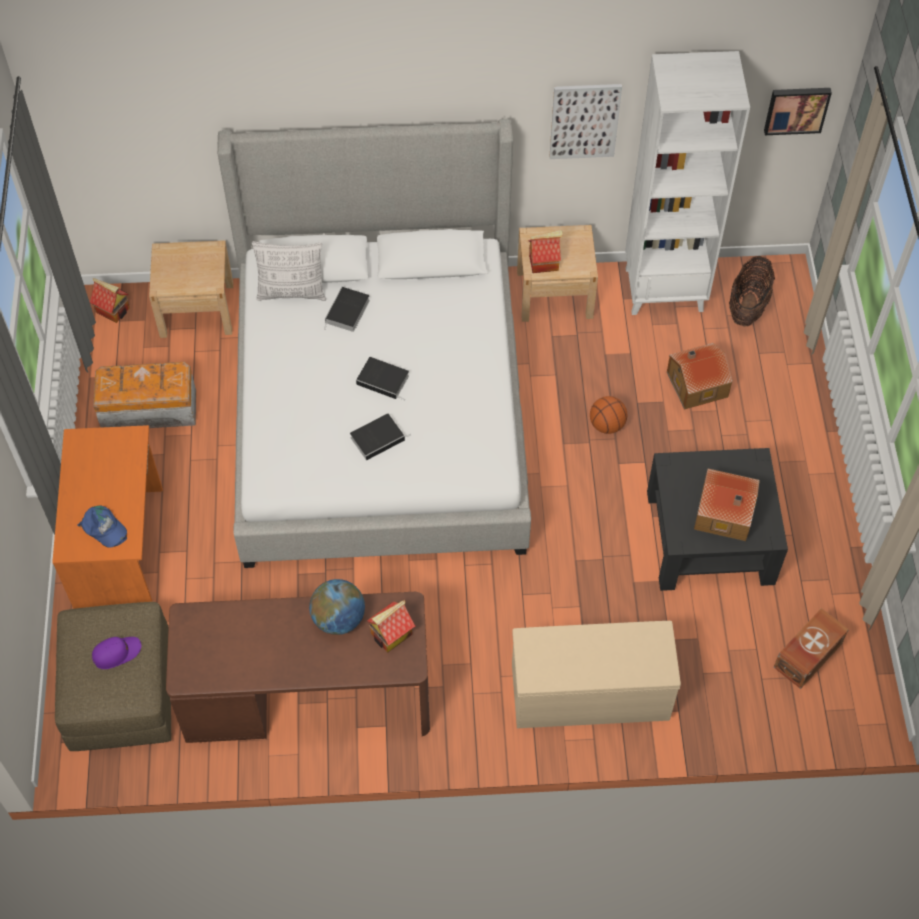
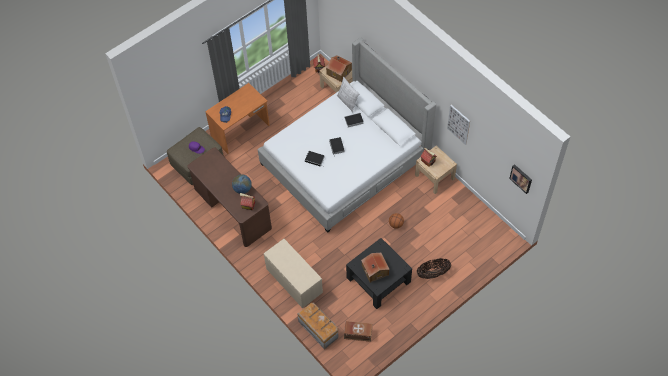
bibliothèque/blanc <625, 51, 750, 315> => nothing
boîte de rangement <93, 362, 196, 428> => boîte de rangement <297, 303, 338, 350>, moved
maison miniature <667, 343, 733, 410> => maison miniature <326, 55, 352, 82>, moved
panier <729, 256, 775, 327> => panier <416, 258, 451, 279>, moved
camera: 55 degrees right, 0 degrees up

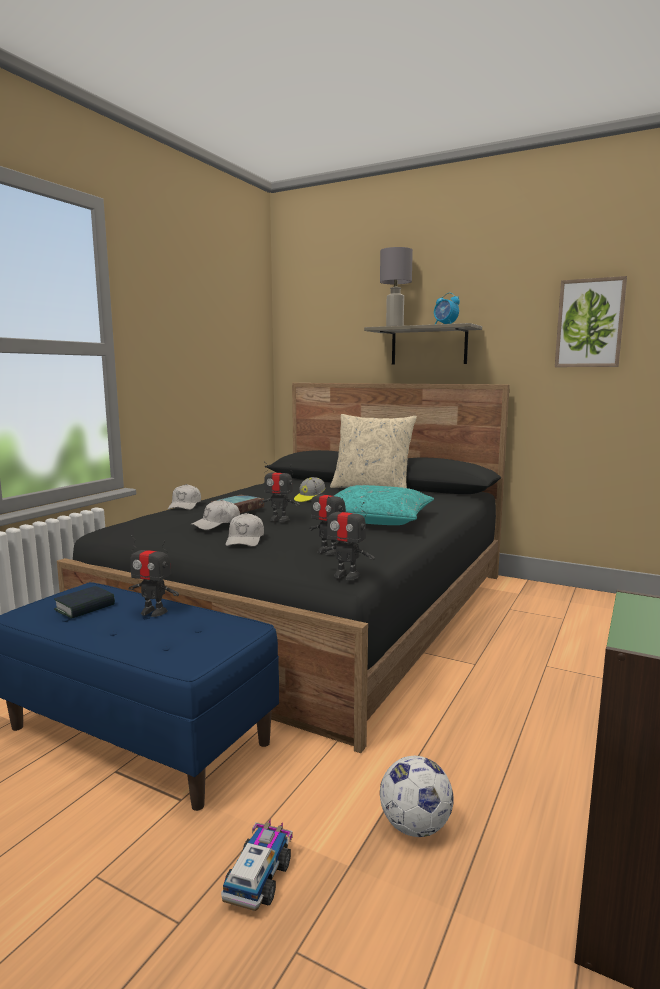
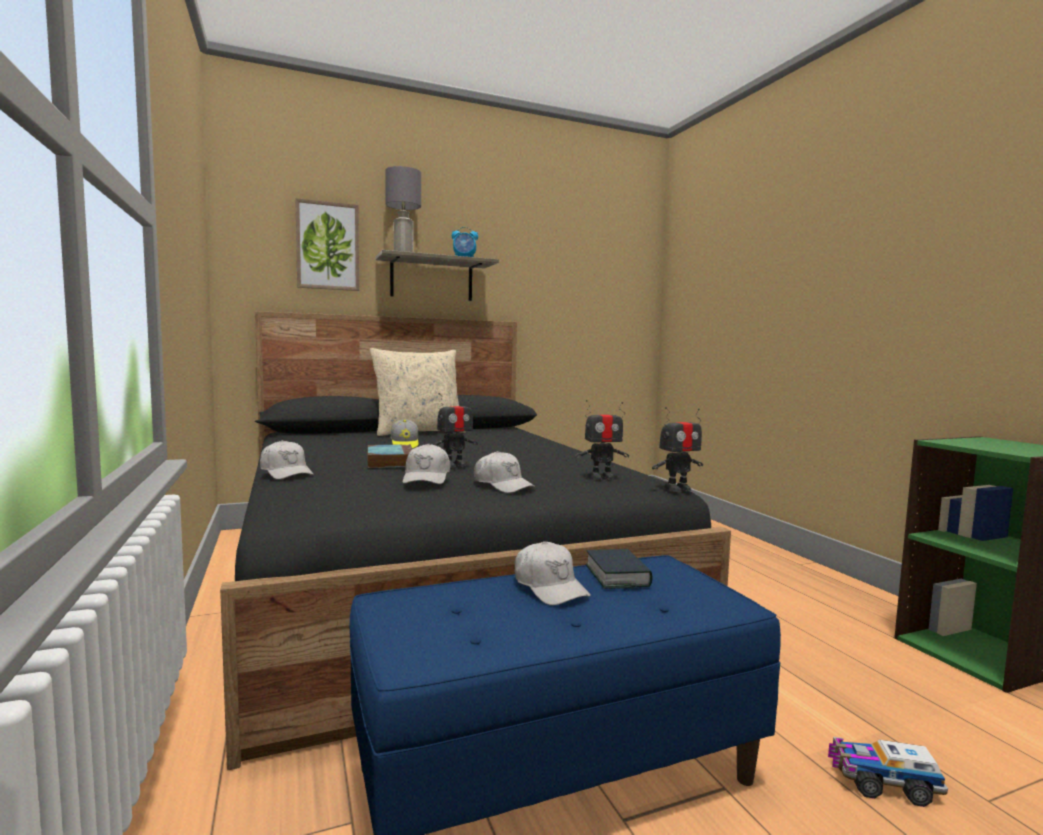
coussin/turquoise <334, 485, 434, 525> => nothing
ballon de foot <380, 756, 454, 837> => nothing
livre <54, 586, 115, 619> => livre <586, 549, 653, 589>, moved
tableau <555, 276, 627, 367> => tableau <295, 198, 359, 291>, moved
robot jouet <128, 535, 179, 617> => casquette/blanc <515, 541, 591, 606>
camion jouet <221, 819, 293, 911> => camion jouet <828, 737, 948, 807>, 45 degrees counterclockwise
camera: 50 degrees left, 5 degrees down

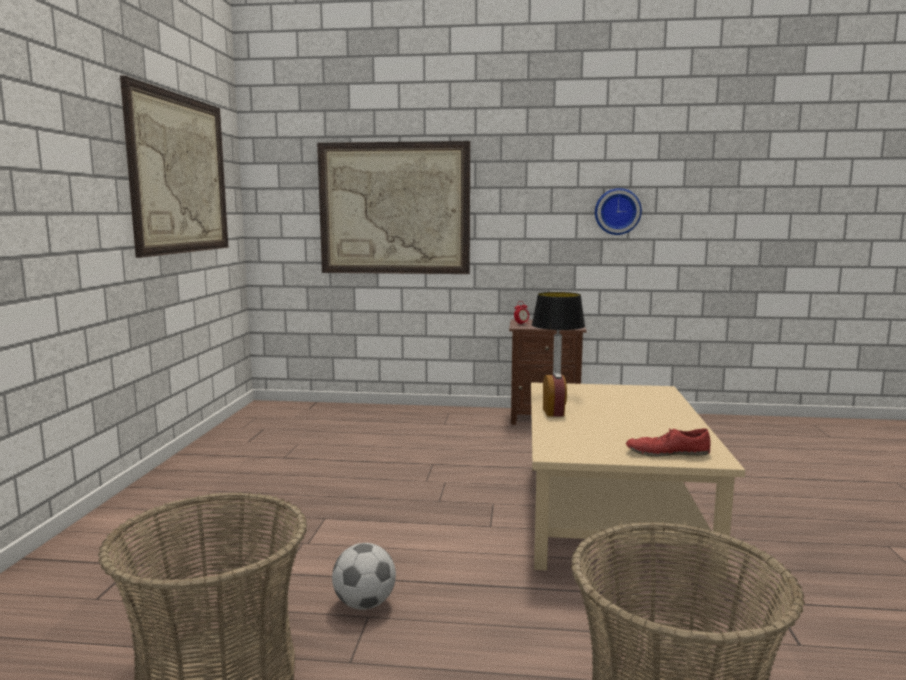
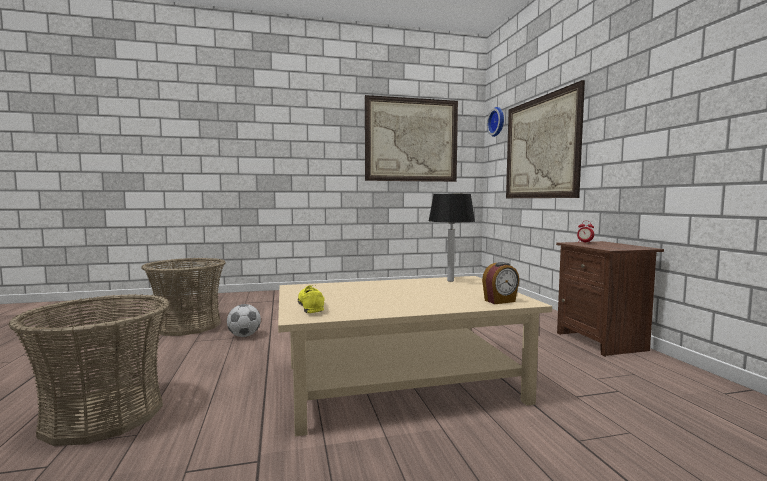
réveil <543, 373, 567, 417> => réveil <482, 262, 519, 304>, moved
horloge murale <595, 188, 642, 235> => horloge murale <487, 107, 504, 137>, moved
chaussure/rouge <626, 428, 711, 457> => chaussure/jaune <298, 285, 325, 313>
camera: 70 degrees right, 5 degrees down

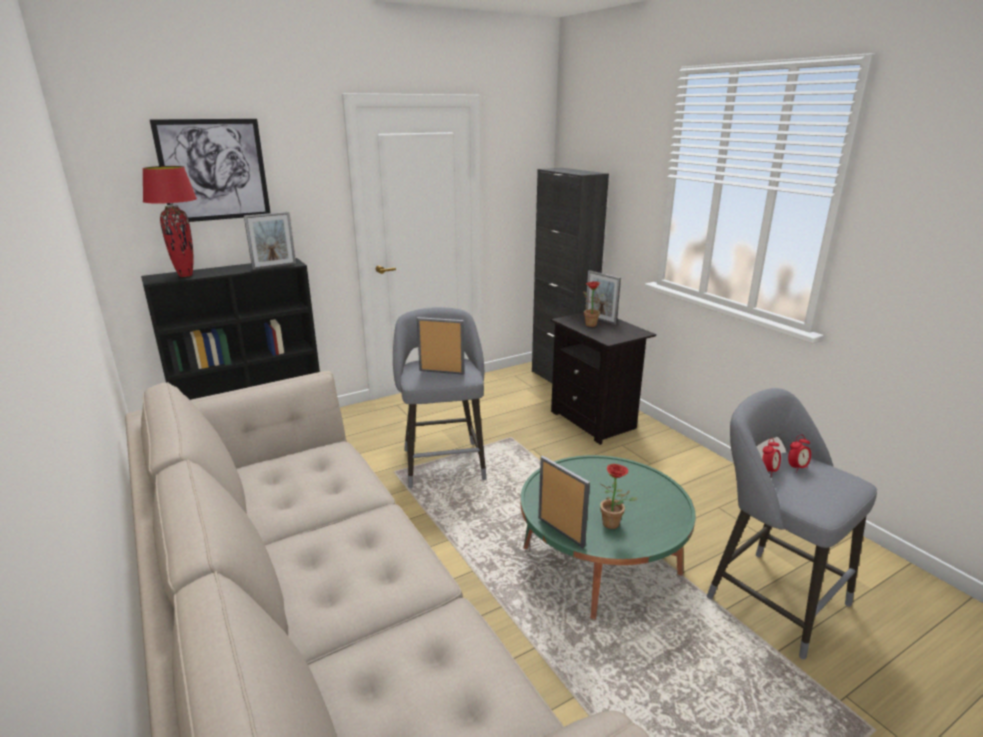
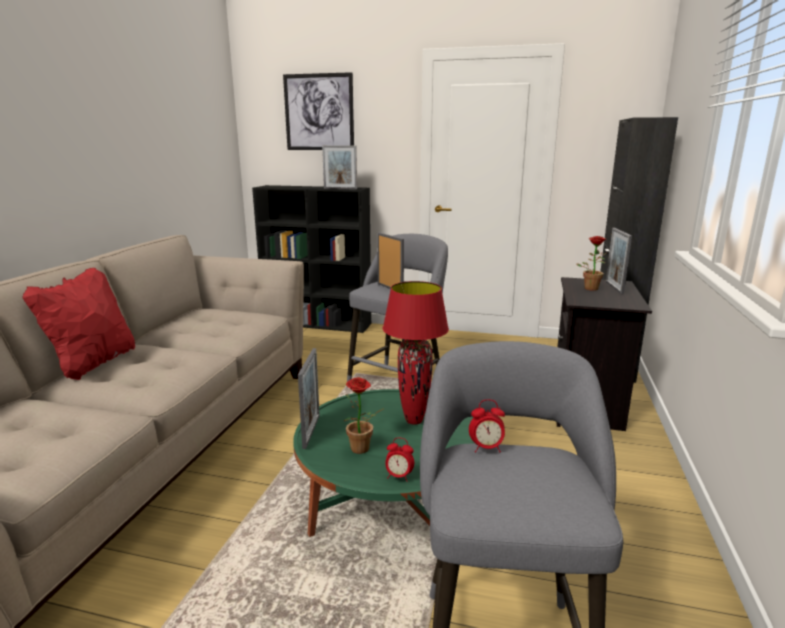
nothing => coussin/rouge <22, 268, 135, 380>
lampe de table/rouge <142, 166, 197, 277> => lampe de table/rouge <383, 281, 449, 425>, moved
réveil <788, 435, 811, 473> => réveil <385, 438, 414, 482>, moved
camera: 45 degrees right, 5 degrees down

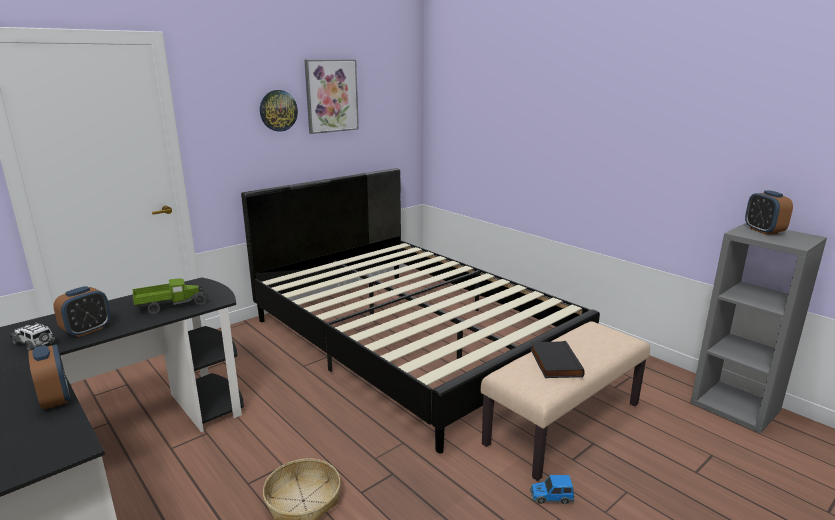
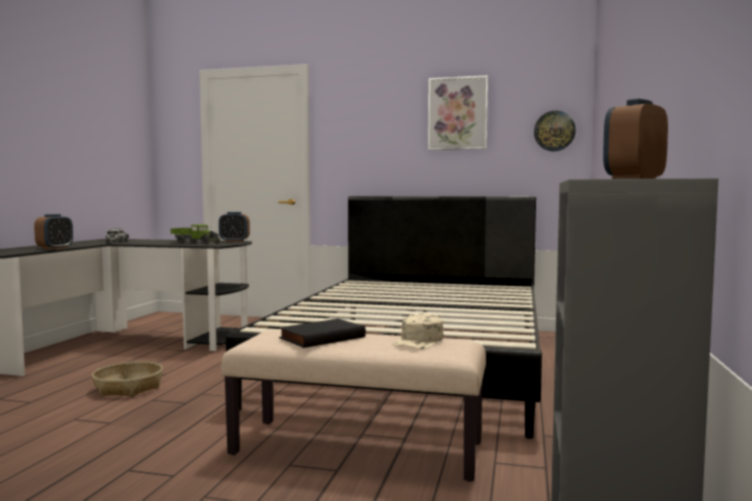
petite voiture <530, 475, 575, 504> => nothing
nothing => casquette/beige <392, 313, 444, 349>
réveil <53, 286, 111, 337> => réveil <219, 212, 250, 242>, moved
horloge murale <260, 90, 298, 132> => horloge murale <534, 111, 576, 151>, moved
camera: 55 degrees right, 15 degrees down

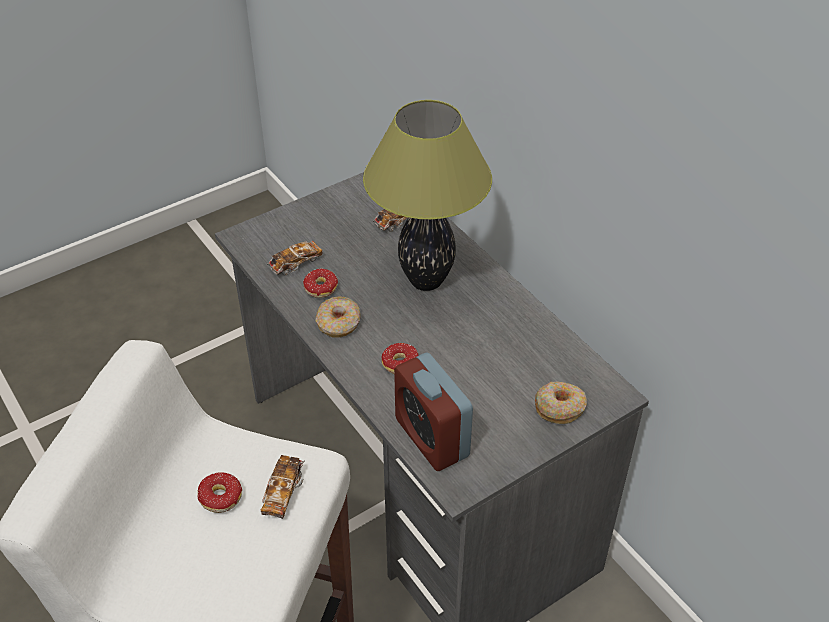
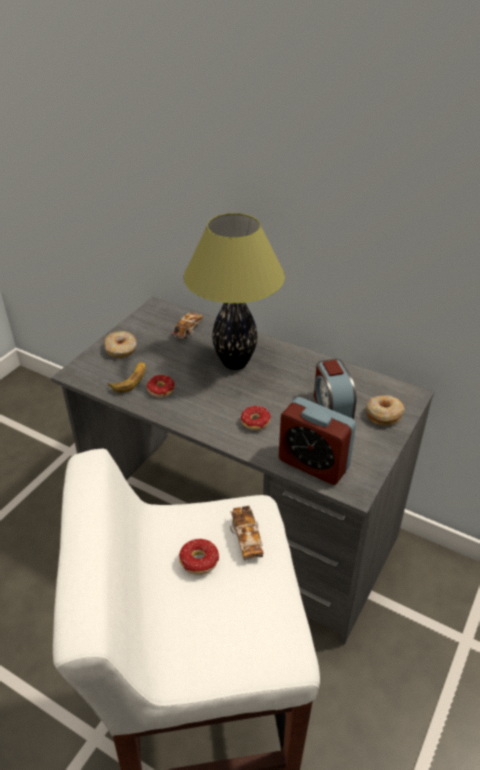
nothing => réveil <314, 358, 357, 420>
beignet <315, 296, 361, 337> => beignet <104, 331, 137, 358>, moved
petite voiture <267, 241, 323, 276> => banane <108, 362, 145, 393>
camera: 25 degrees left, 5 degrees down

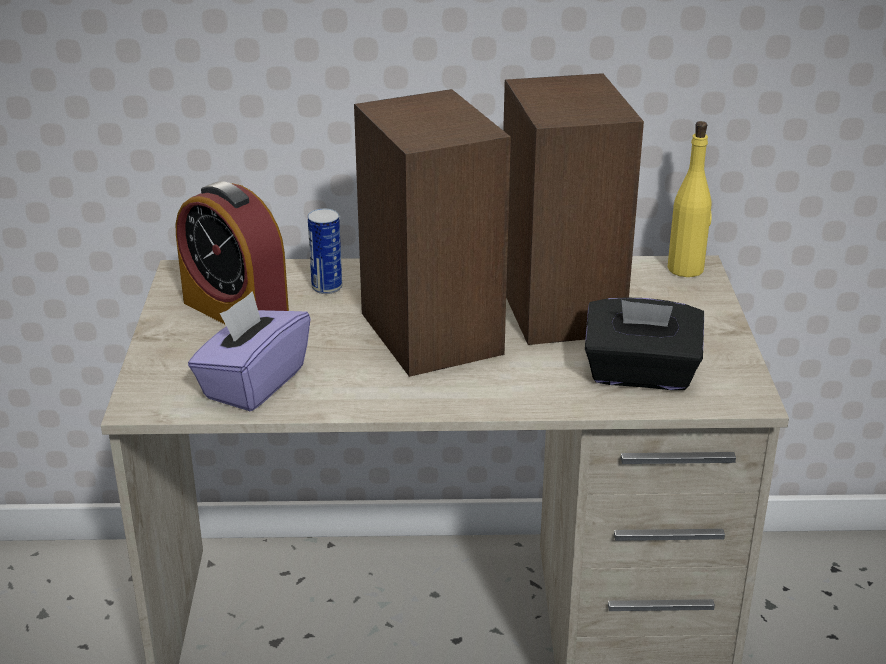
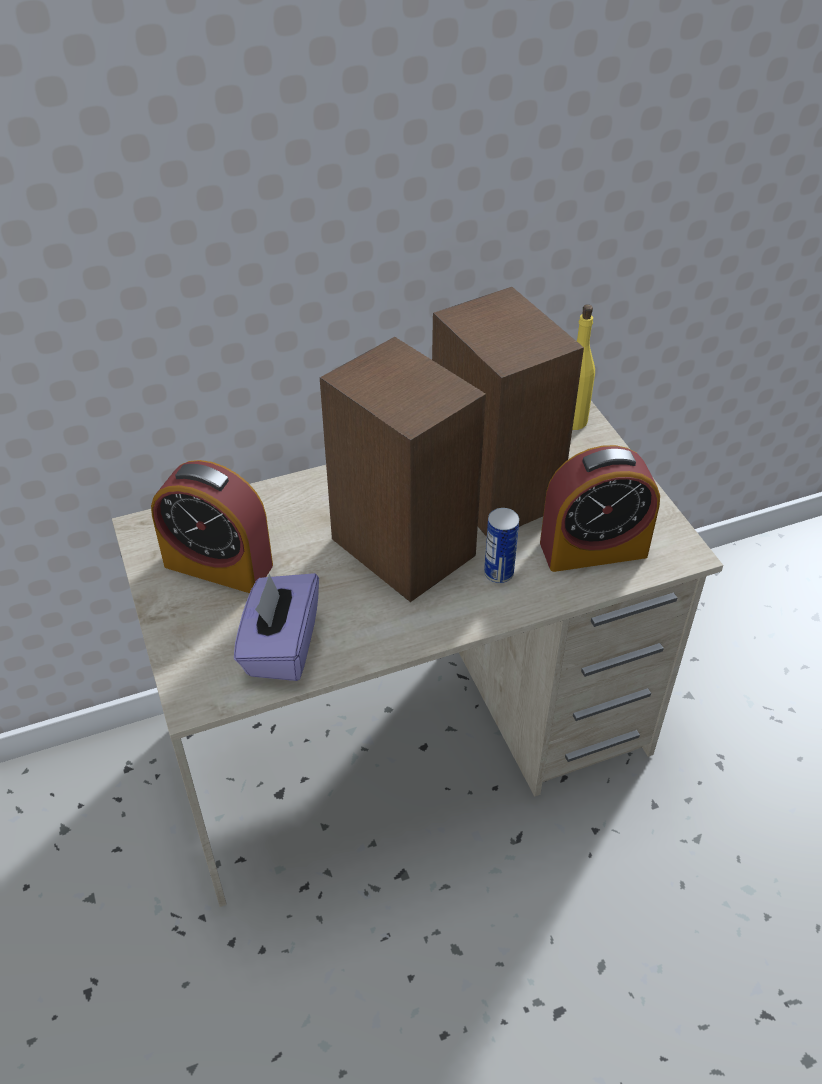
boîte métallique <308, 209, 342, 294> => boîte métallique <484, 508, 519, 583>, moved
boîte à mouchoirs/noir <585, 297, 704, 390> => réveil <540, 445, 660, 572>
camera: 20 degrees left, 15 degrees up

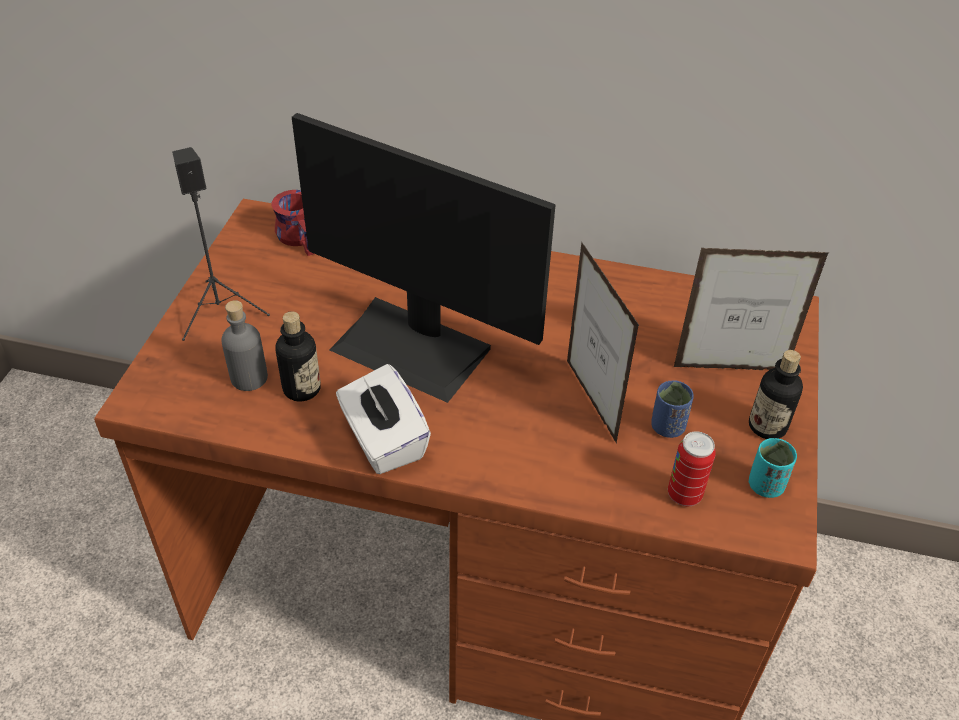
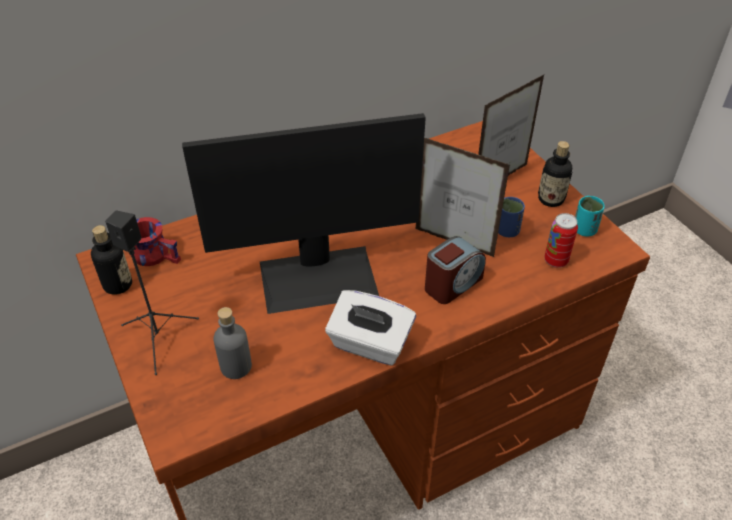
nothing => réveil <425, 236, 486, 304>
bouteille <275, 311, 321, 401> => bouteille <91, 225, 132, 295>, moved
camera: 40 degrees left, 0 degrees up

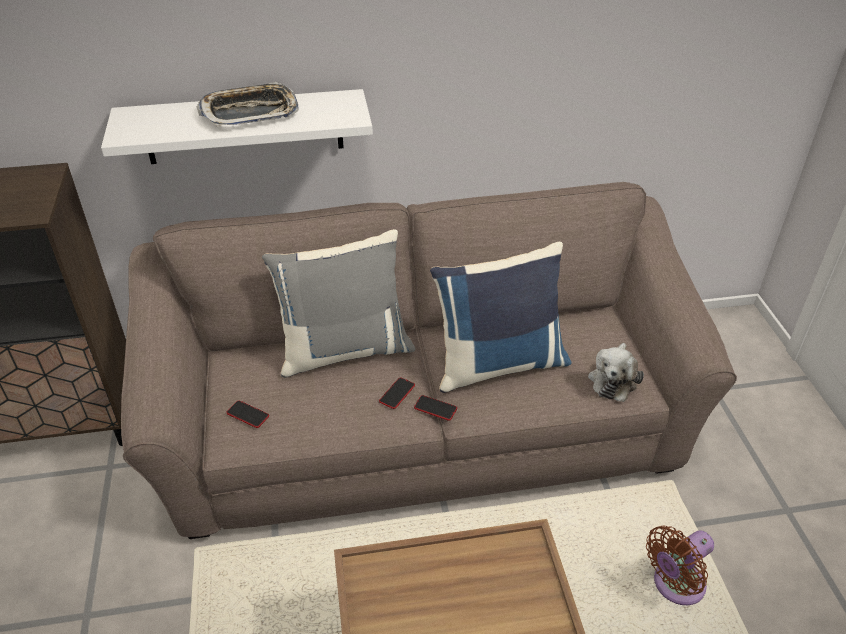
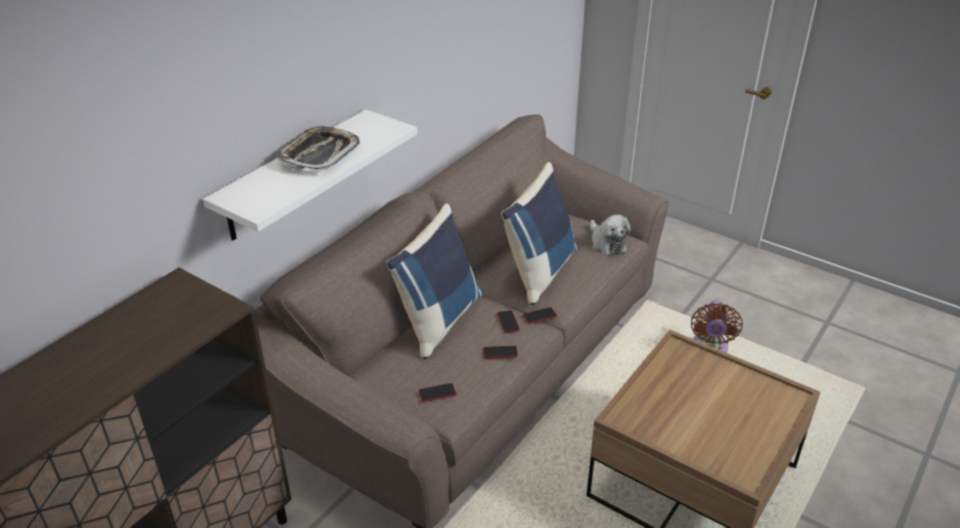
nothing => téléphone <483, 346, 518, 359>
coussin/gris <262, 229, 416, 378> => coussin/bleu <386, 203, 483, 359>
camera: 45 degrees left, 5 degrees down

